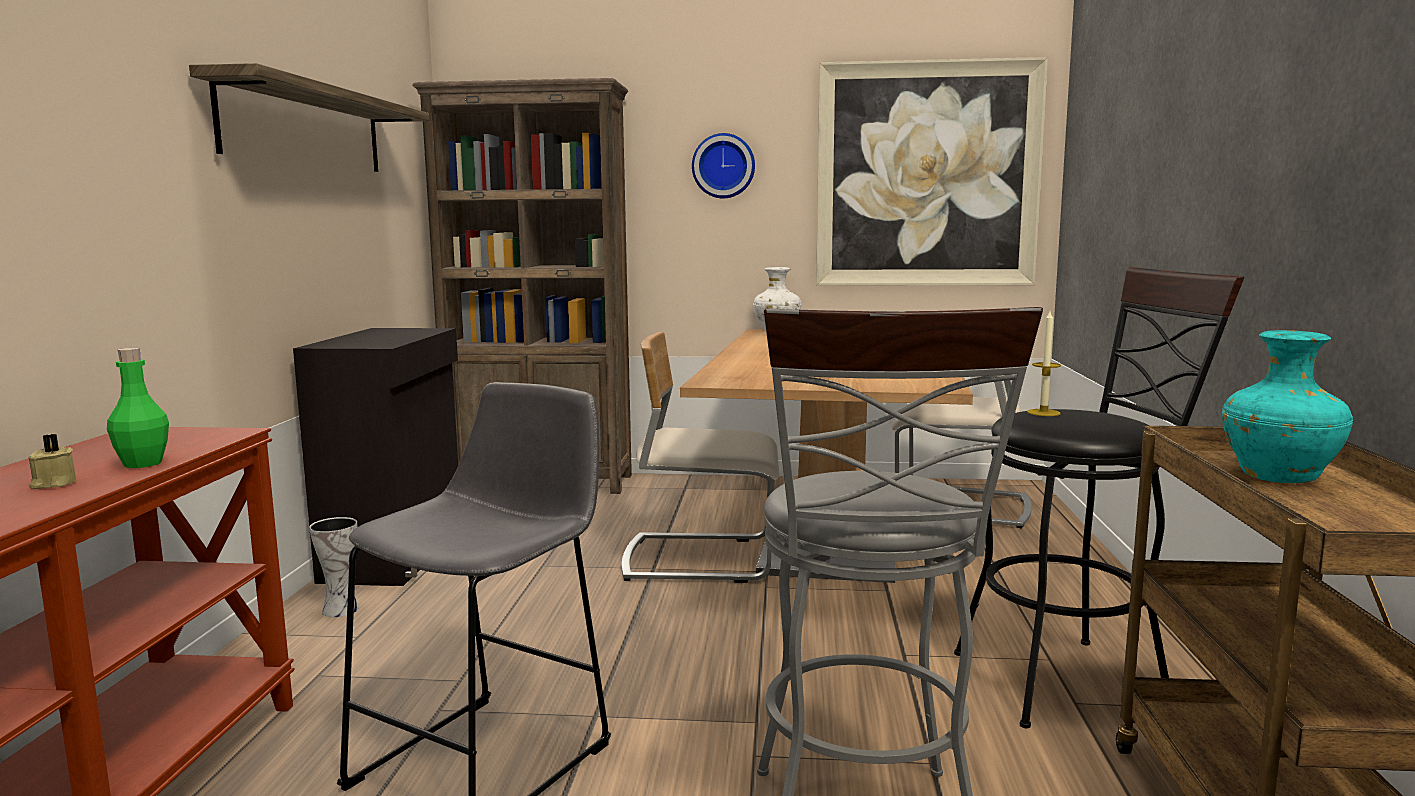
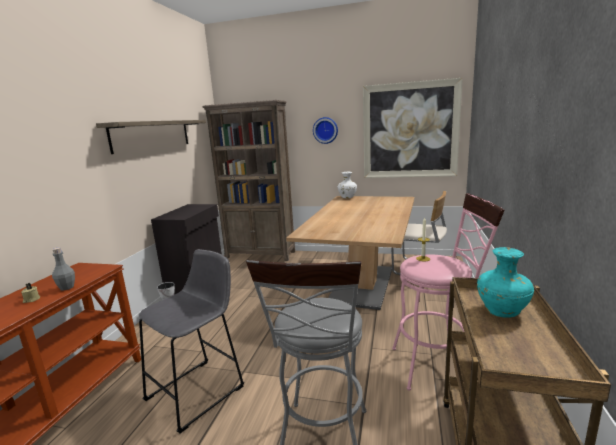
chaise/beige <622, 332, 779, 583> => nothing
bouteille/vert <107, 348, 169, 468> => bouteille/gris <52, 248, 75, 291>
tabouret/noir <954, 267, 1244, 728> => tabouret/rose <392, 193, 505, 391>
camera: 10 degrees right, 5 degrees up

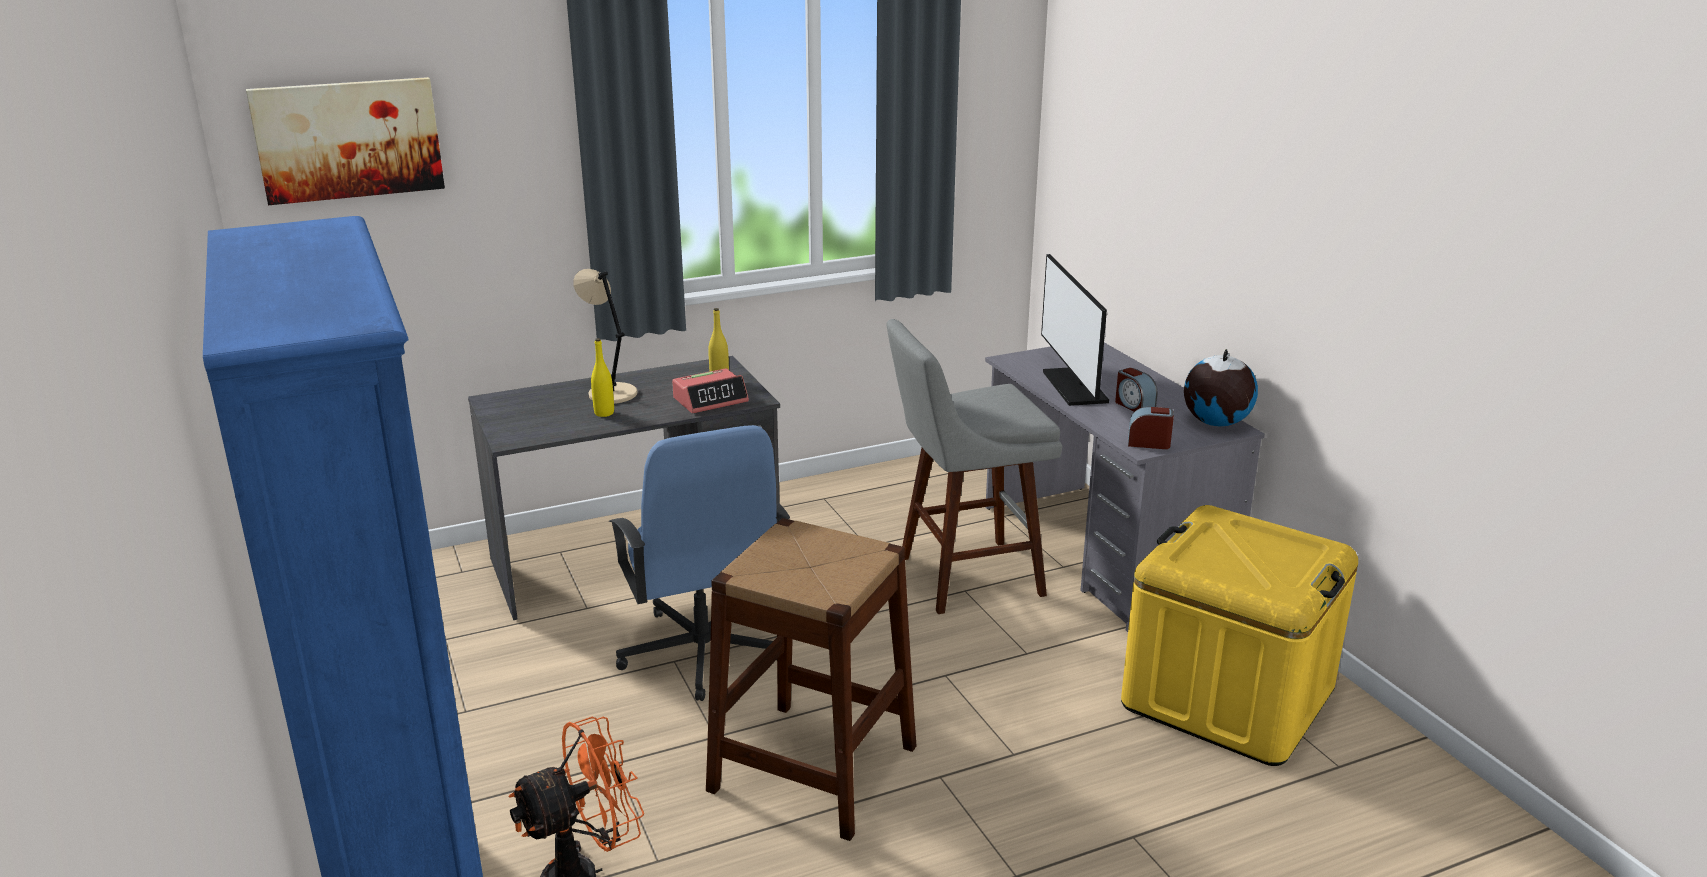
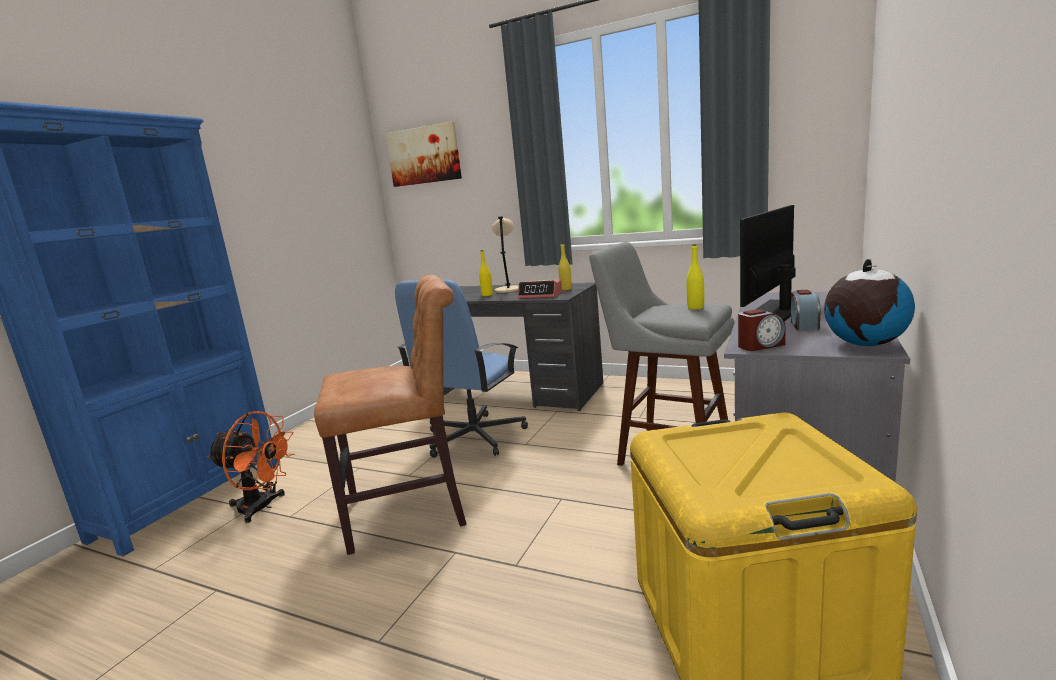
nothing => bouteille/jaune <687, 244, 704, 310>
tabouret/marron <706, 518, 917, 841> => chaise/marron <314, 275, 467, 555>
réveil <1128, 407, 1174, 449> => réveil <738, 309, 786, 351>, 105 degrees clockwise
camera: 50 degrees right, 10 degrees down

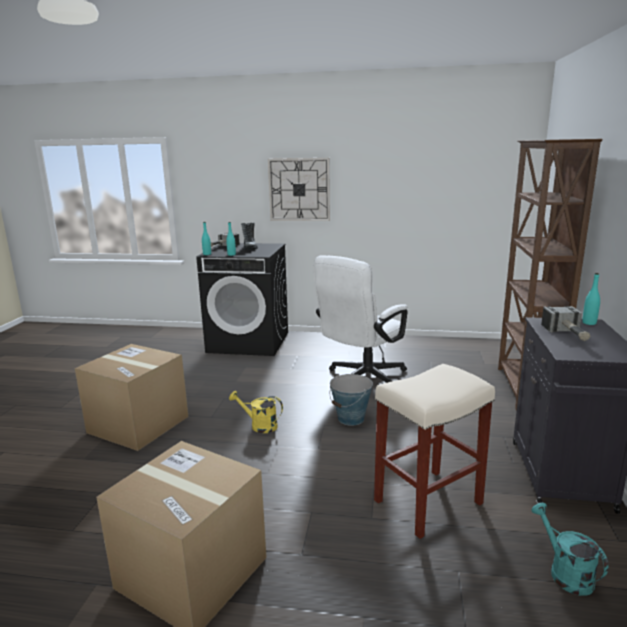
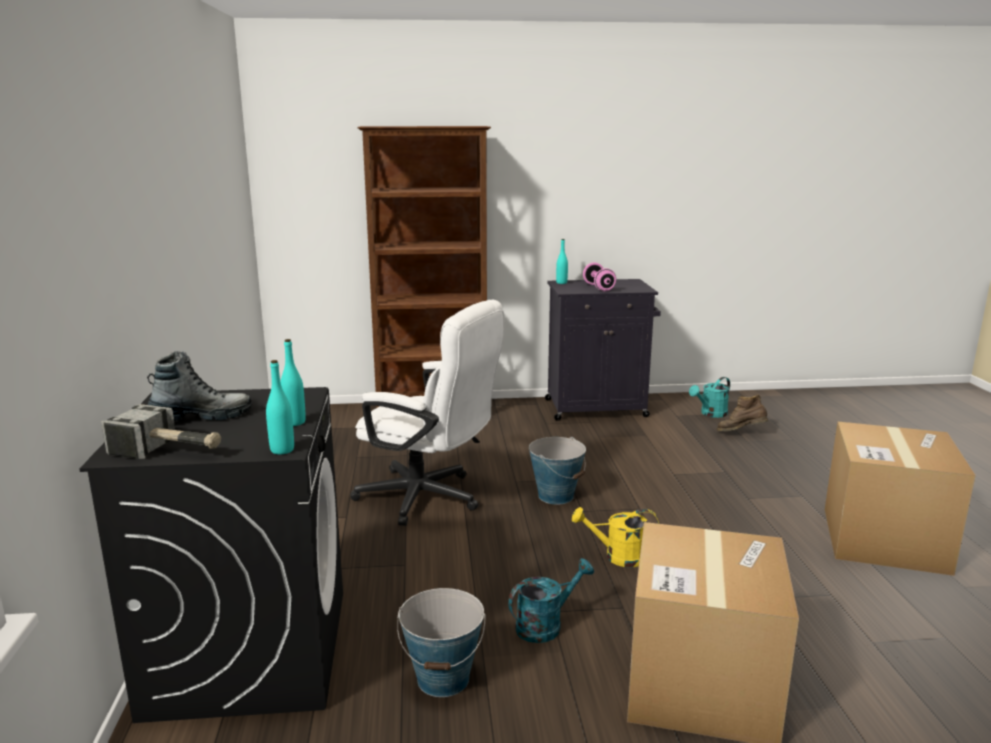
horloge murale <268, 158, 330, 221> => nothing
tabouret/beige <374, 364, 495, 539> => nothing
nothing => seau <397, 588, 486, 697>
nothing => arrosoir/turquoise <508, 558, 594, 643>
nothing => botte/marron <717, 395, 769, 431>
marteau <541, 306, 591, 341> => haltère/rose <583, 263, 616, 291>
arrosoir/jaune <229, 391, 283, 433> => arrosoir/jaune <572, 507, 659, 567>, 90 degrees clockwise
camera: 105 degrees left, 0 degrees up

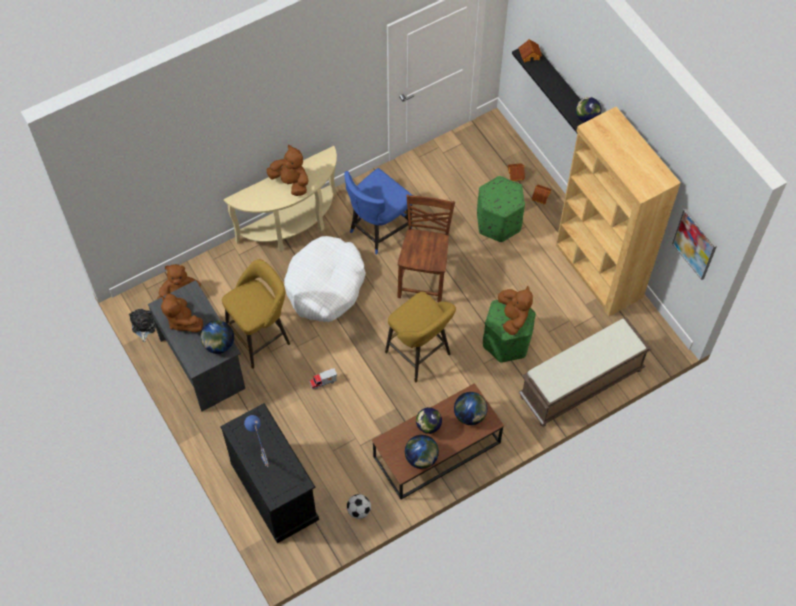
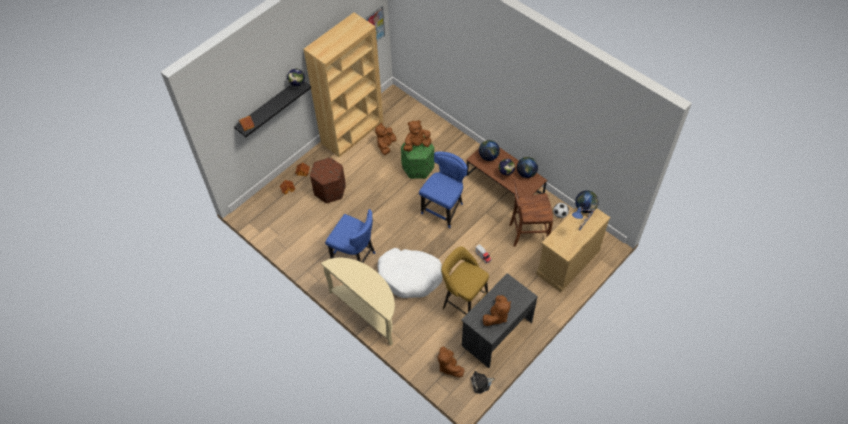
banc/marron <519, 317, 652, 427> => nothing
globe <201, 320, 234, 354> => globe <575, 190, 599, 213>, moved
peluche/marron <266, 145, 309, 196> => peluche/marron <375, 123, 396, 155>, moved
chaise/marron <397, 195, 455, 302> => chaise/marron <509, 178, 553, 247>, moved
tabouret/jaune <385, 292, 456, 382> => chaise/bleu <419, 151, 467, 228>
commode/noir <220, 403, 319, 543> => commode/beige <536, 207, 610, 292>
pouf/vert <477, 176, 525, 242> => pouf/marron <310, 157, 346, 203>
camera: 105 degrees left, 5 degrees down

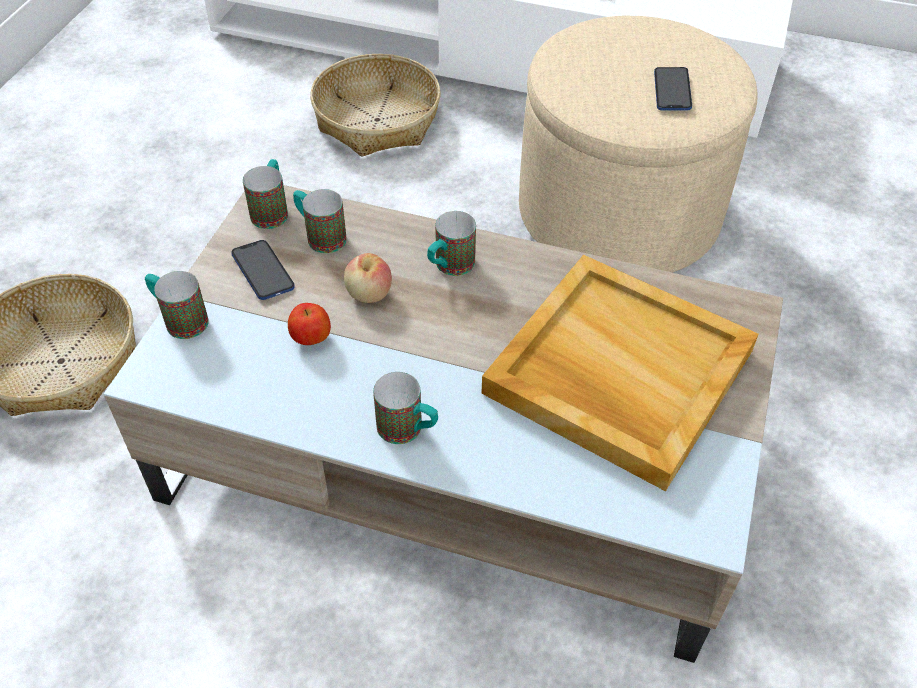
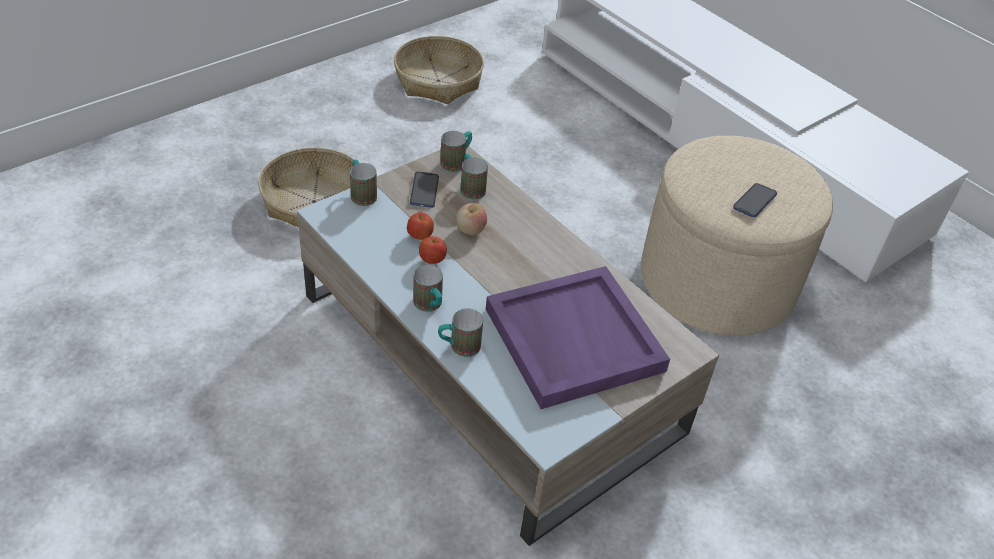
nothing => pomme <419, 236, 447, 264>
panier <310, 54, 441, 156> => panier <394, 36, 484, 104>, moved
mug <427, 211, 476, 276> => mug <438, 308, 483, 357>, moved
plateau/beige <481, 255, 759, 491> => plateau/violet <486, 266, 670, 409>
camera: 30 degrees right, 5 degrees down

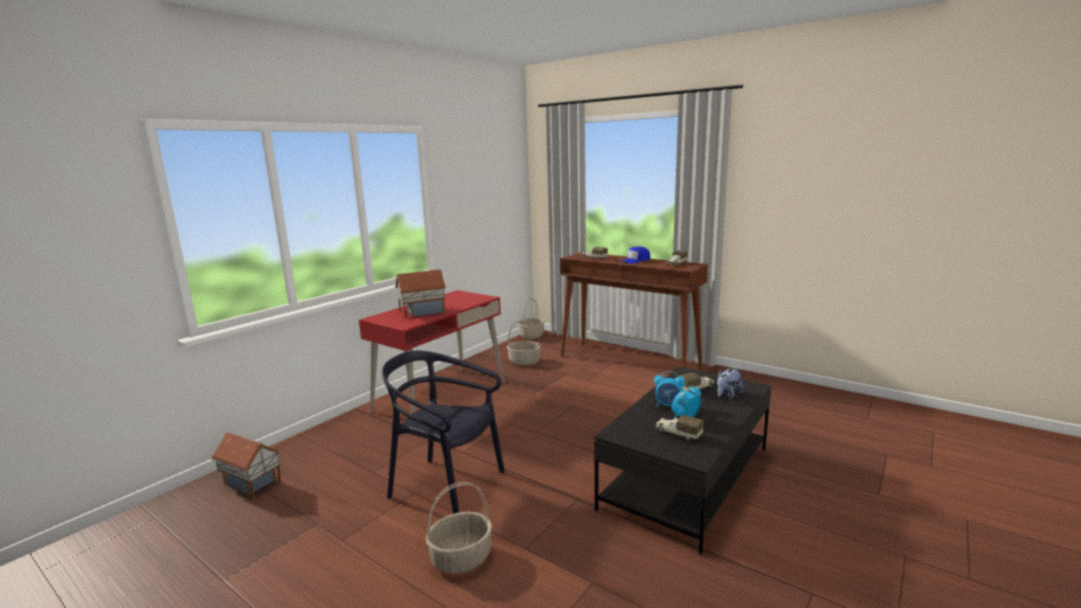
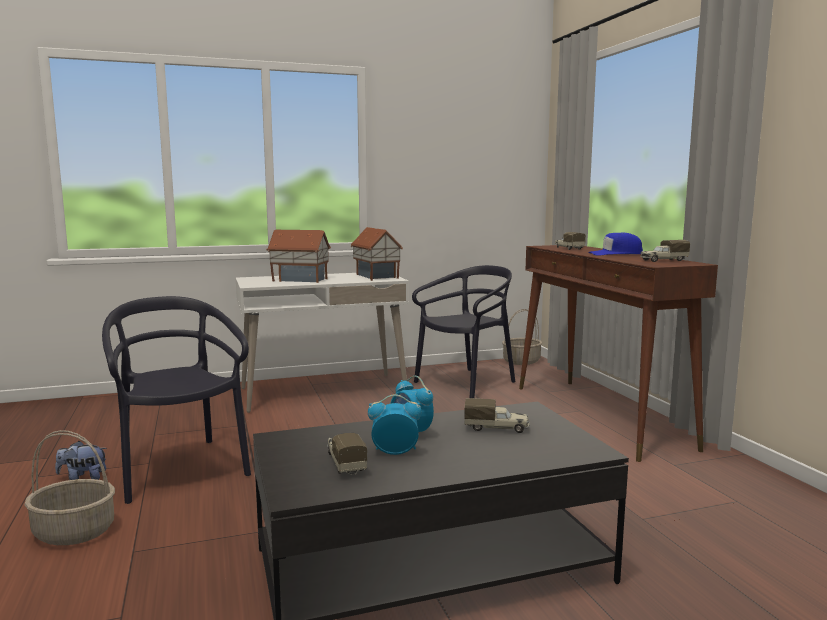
maison miniature <212, 432, 281, 499> => maison miniature <350, 227, 403, 281>, moved
peluche <717, 368, 743, 399> => peluche <55, 441, 107, 480>, moved
panier <507, 320, 541, 366> => chaise/noir <412, 265, 516, 398>
bureau/rouge <359, 290, 505, 414> => bureau/blanc <236, 273, 409, 413>
camera: 35 degrees right, 5 degrees down

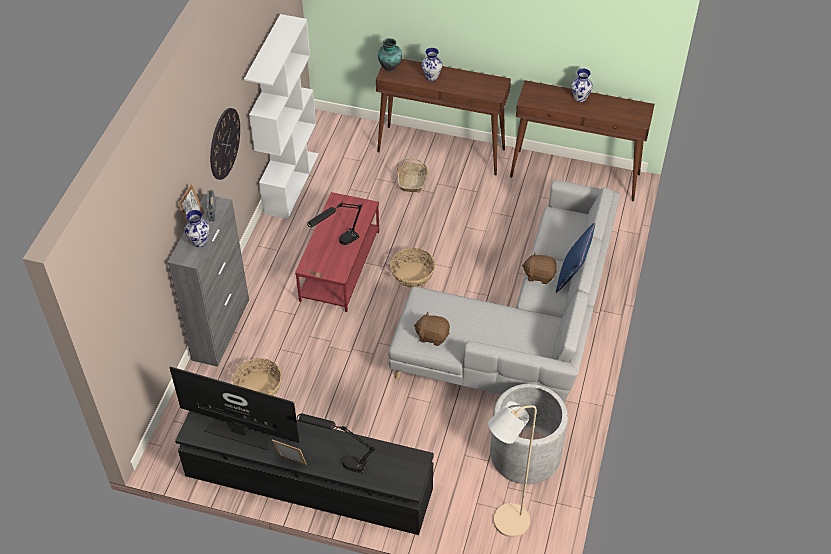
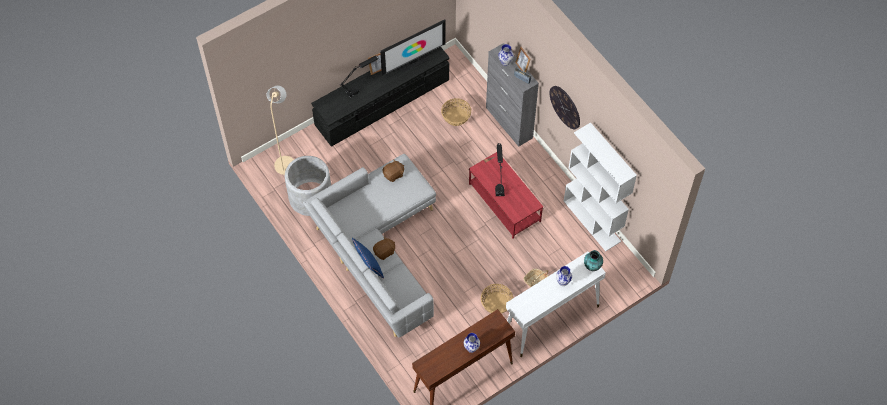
panier <390, 248, 435, 288> => panier <481, 284, 513, 314>, moved
table console/marron <376, 59, 511, 175> => table console/blanc <506, 252, 606, 357>
camera: 130 degrees right, 10 degrees up

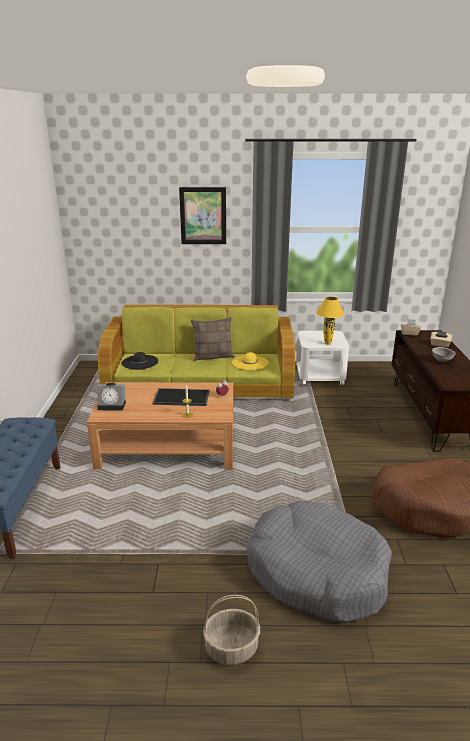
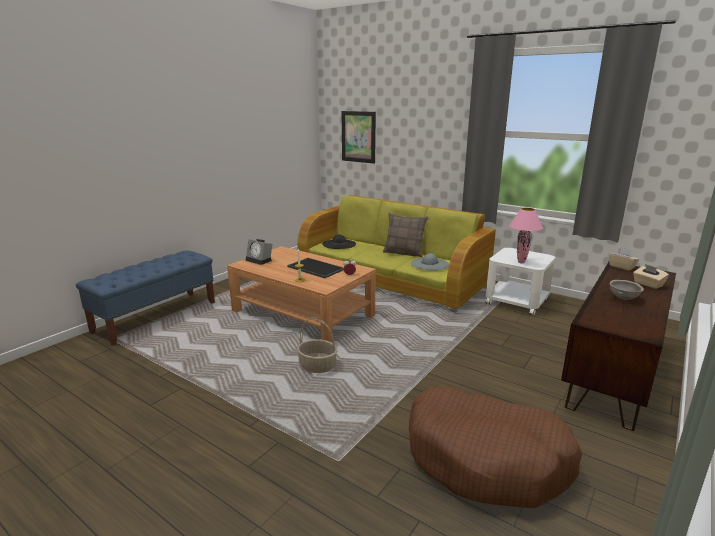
panier pour chien/gris <247, 501, 392, 623> => nothing
tableau <179, 187, 226, 244> => tableau <342, 111, 376, 164>, moved
panier <203, 595, 260, 665> => panier <297, 317, 337, 373>, moved
chapeau/jaune <232, 352, 269, 370> => chapeau/gris <411, 253, 449, 271>
lampe de table/jaune <316, 297, 344, 345> => lampe de table/rose <509, 208, 543, 263>
camera: 35 degrees right, 5 degrees down

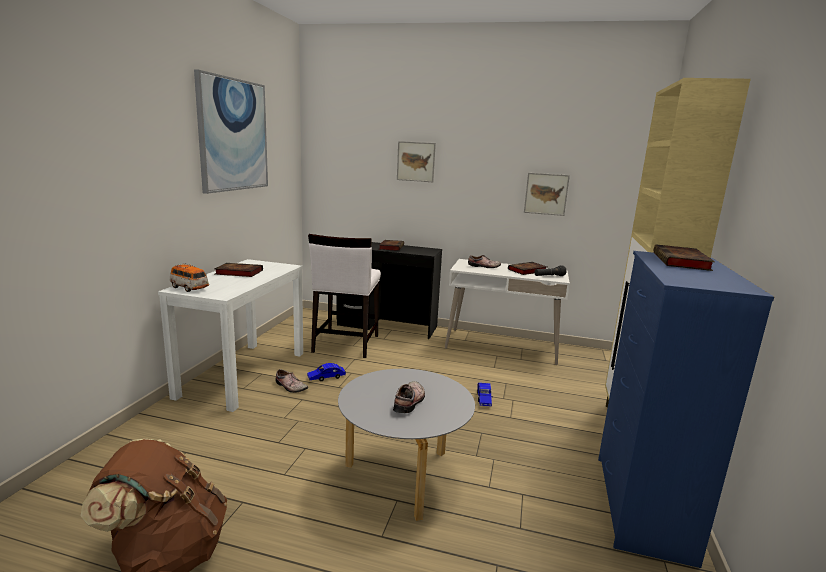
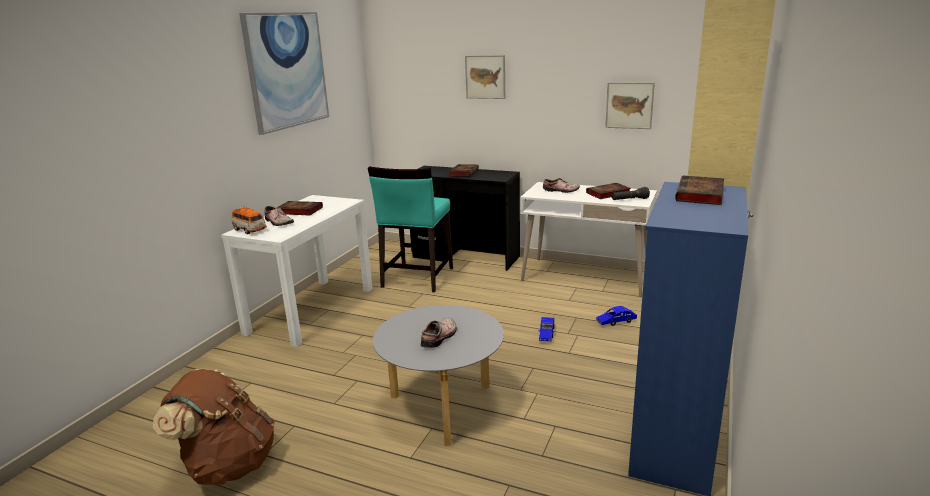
chaussure <275, 369, 308, 393> => chaussure <264, 206, 294, 226>, moved
petite voiture/bleu <307, 363, 346, 381> => petite voiture/bleu <596, 306, 637, 326>, moved
chaise/blanc <308, 234, 381, 358> => chaise/turquoise <368, 166, 453, 292>
camera: 10 degrees right, 5 degrees up

